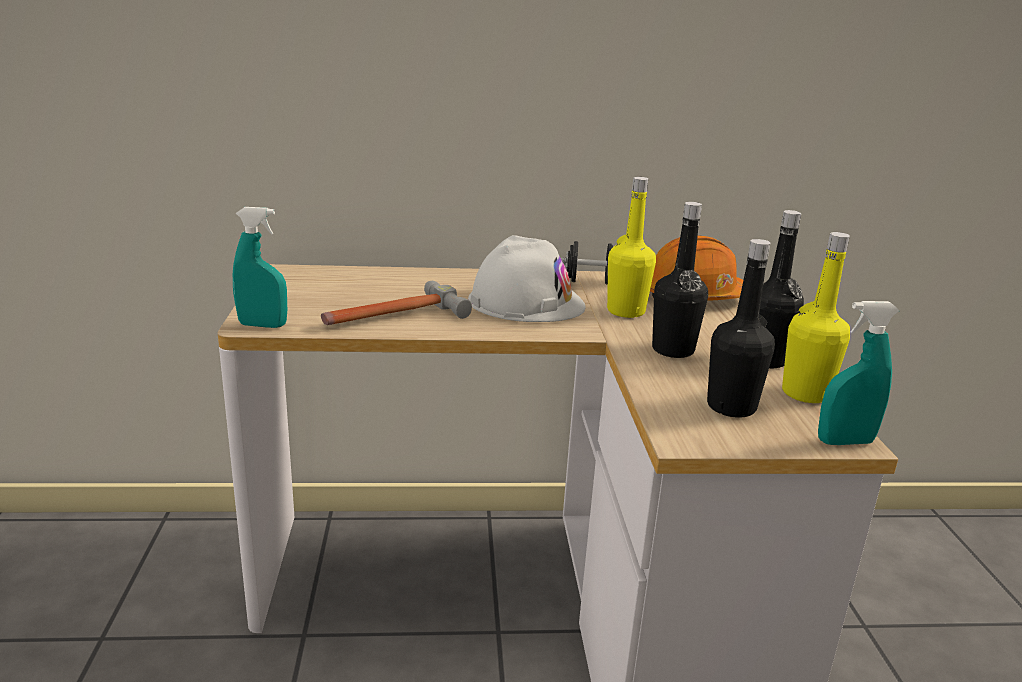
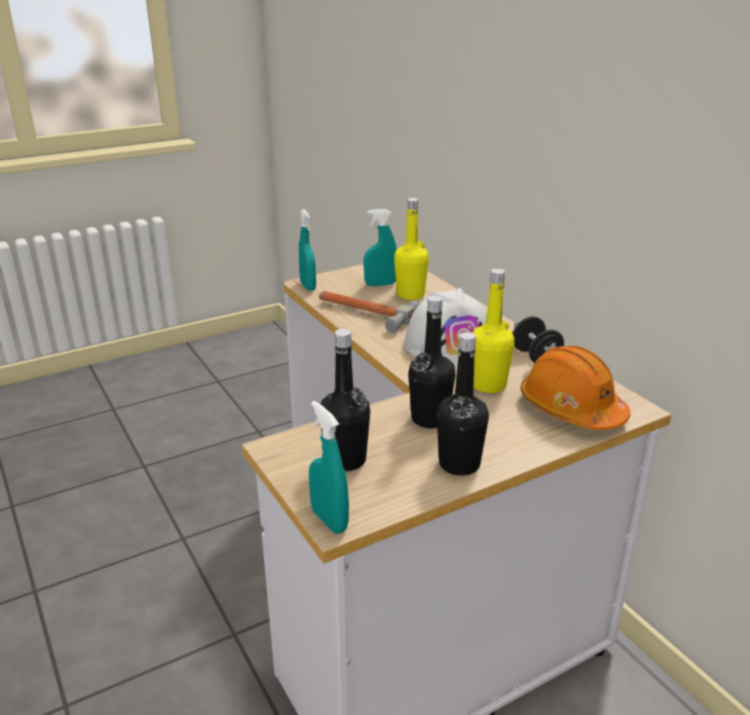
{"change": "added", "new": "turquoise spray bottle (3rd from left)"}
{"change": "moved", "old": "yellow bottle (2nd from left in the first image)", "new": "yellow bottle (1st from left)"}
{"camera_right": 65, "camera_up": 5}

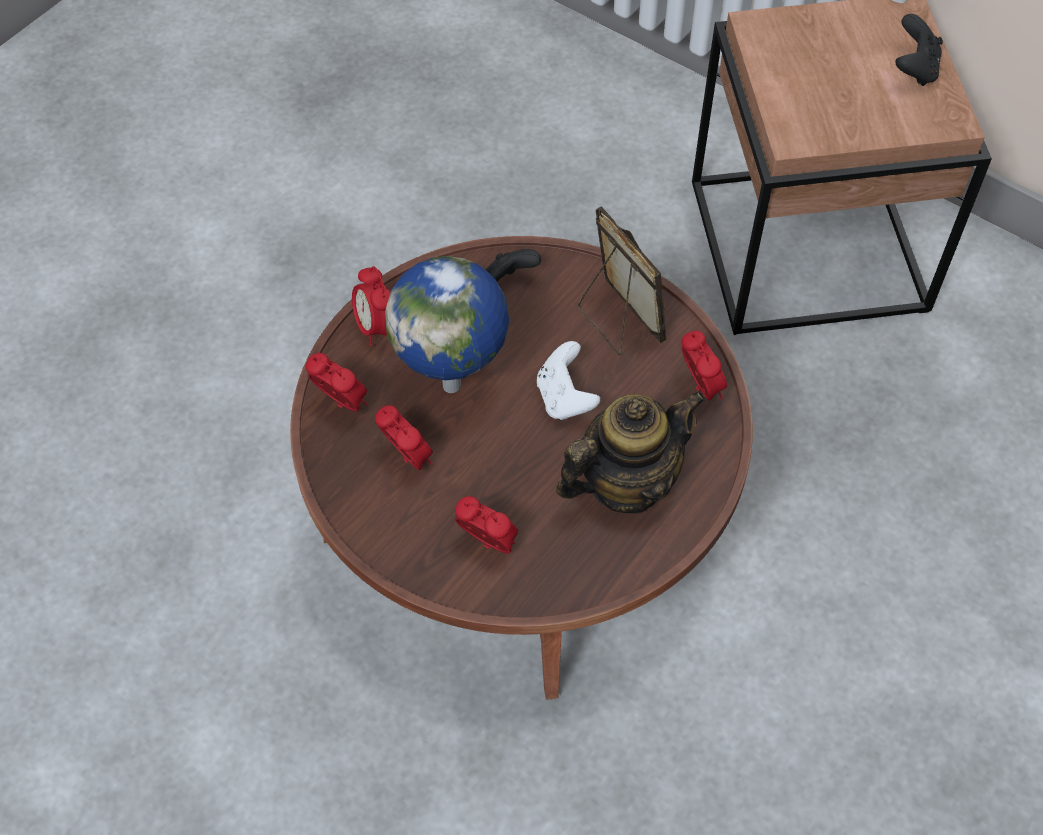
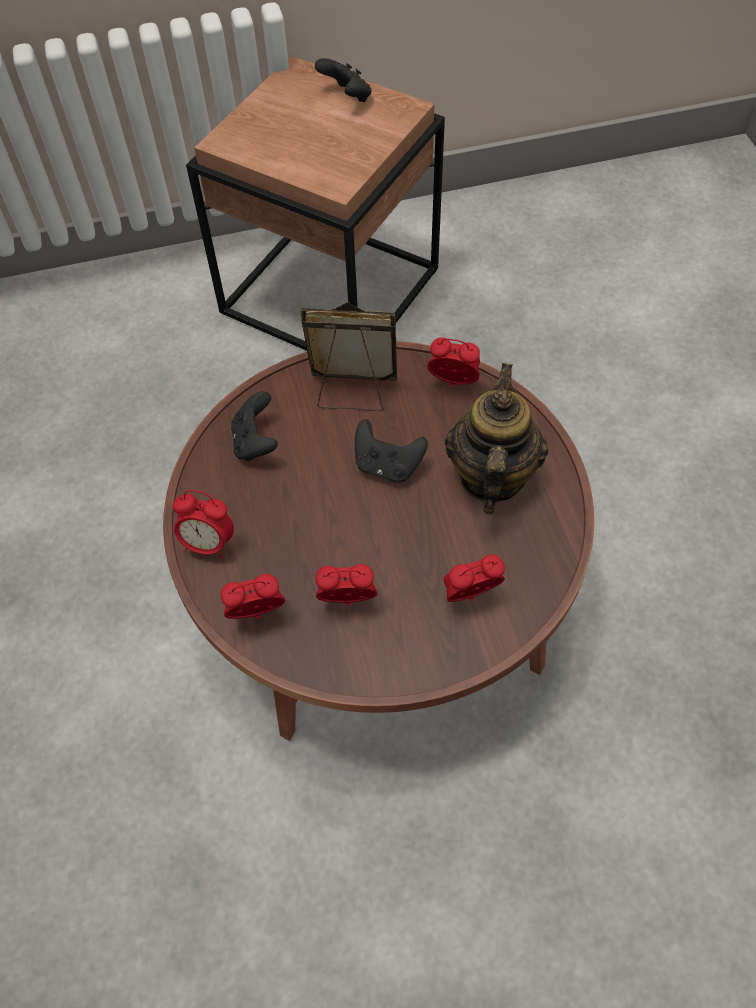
{"change": "removed", "old": "globe"}
{"change": "recoloured", "old": "white game controller", "new": "black game controller (3rd from left)"}
{"camera_right": -50, "camera_up": 0}

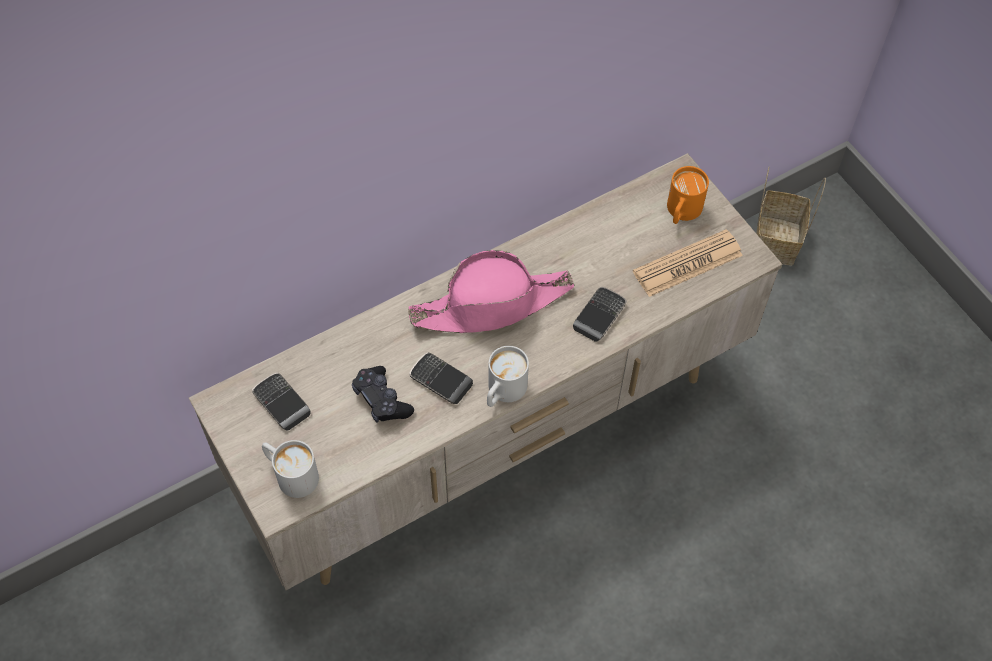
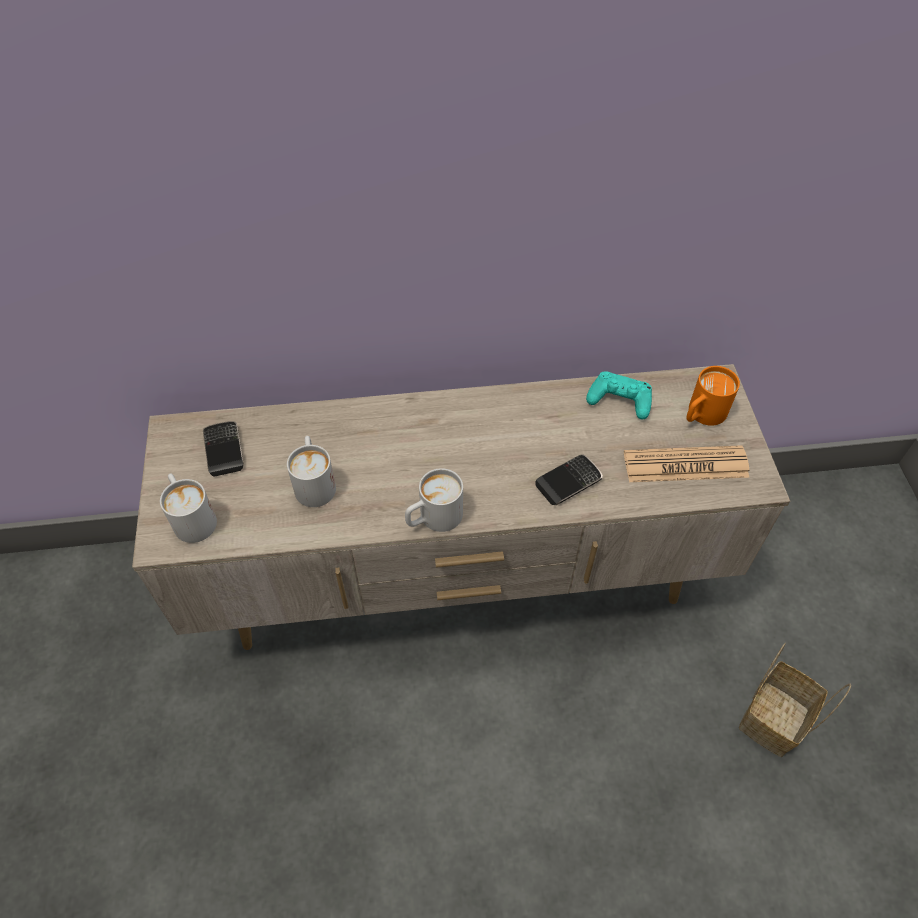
{"change": "removed", "old": "pink hat"}
{"change": "removed", "old": "phone (2nd from left)"}
{"change": "added", "new": "turquoise game controller"}
{"change": "moved", "old": "basket"}
{"change": "replaced", "old": "black game controller", "new": "white mug (2nd from left)"}
{"camera_right": 25, "camera_up": -5}

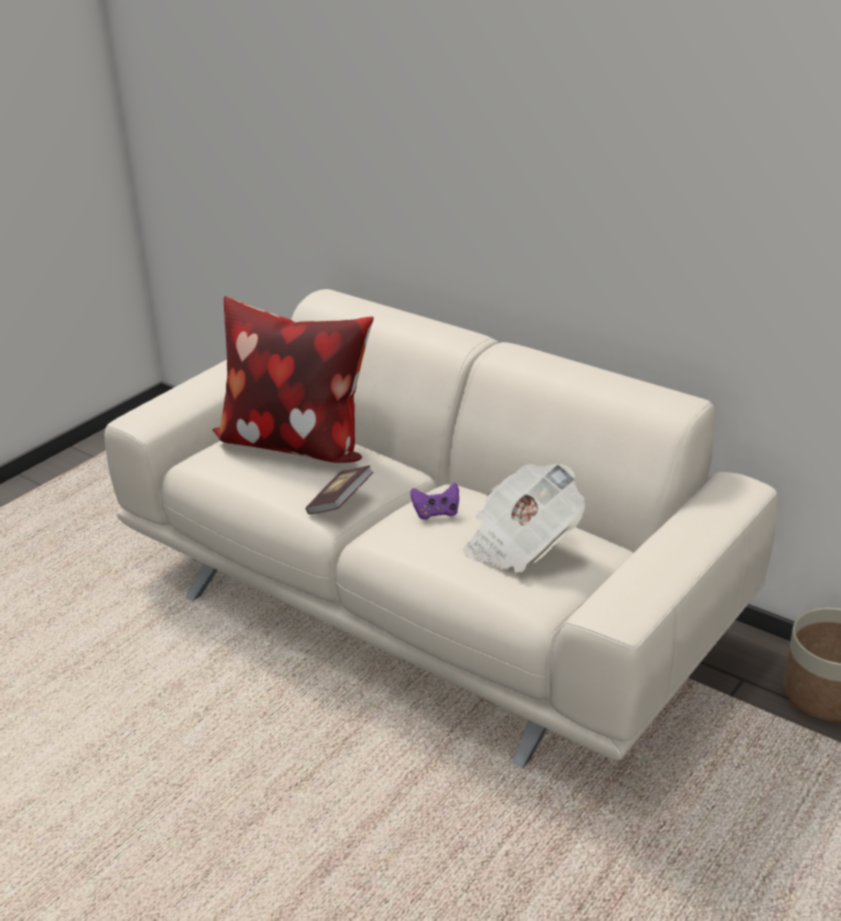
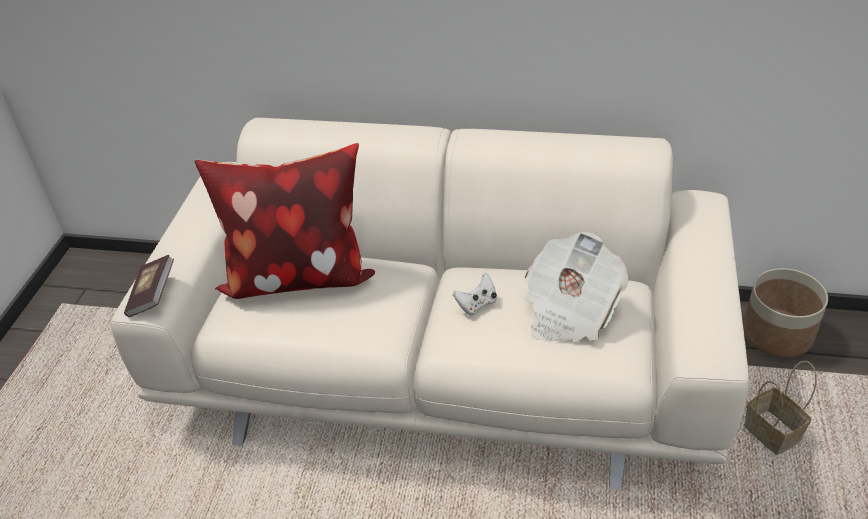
{"change": "added", "new": "basket"}
{"change": "moved", "old": "book"}
{"change": "recoloured", "old": "purple game controller", "new": "white game controller"}
{"camera_right": -25, "camera_up": 10}

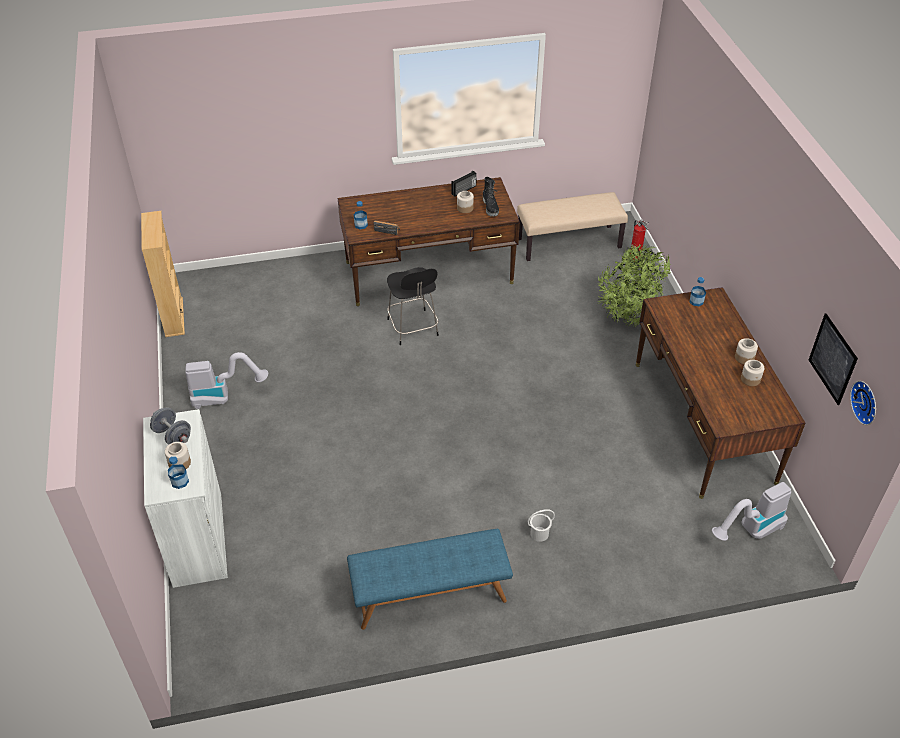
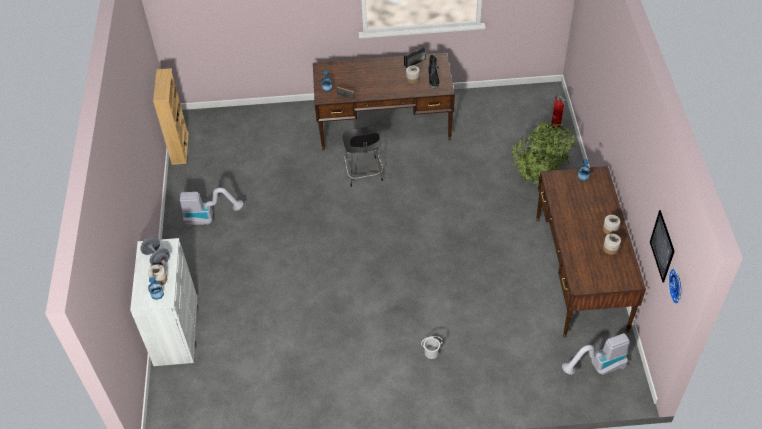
{"change": "removed", "old": "blue bench"}
{"change": "removed", "old": "beige bench"}
{"camera_right": 10, "camera_up": 5}

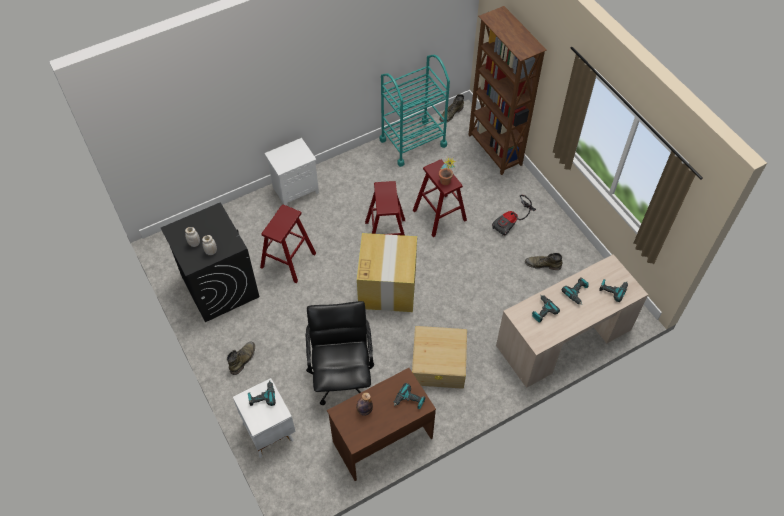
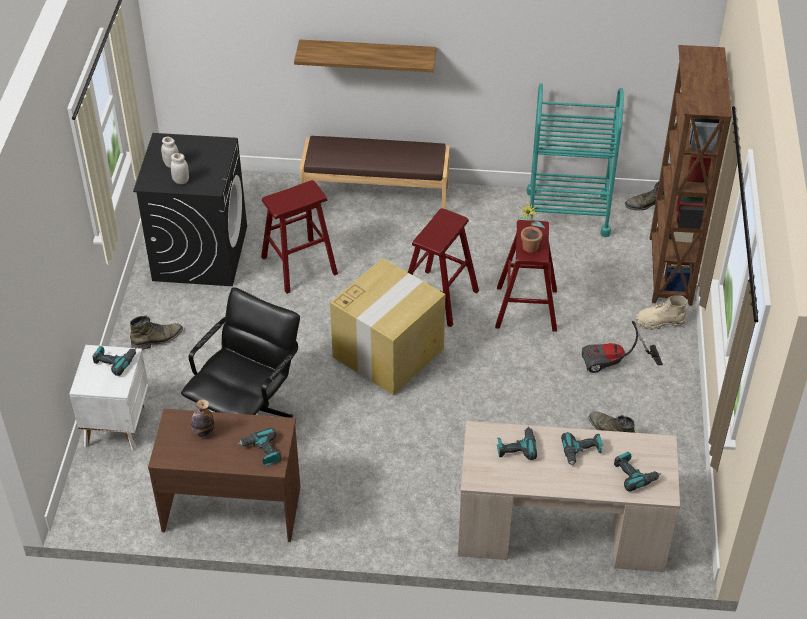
{"change": "removed", "old": "beige storage box"}
{"change": "added", "new": "shelf"}
{"change": "added", "new": "beige boot"}
{"change": "replaced", "old": "white nightstand (2nd from left)", "new": "brown bench"}
{"camera_right": 35, "camera_up": -10}

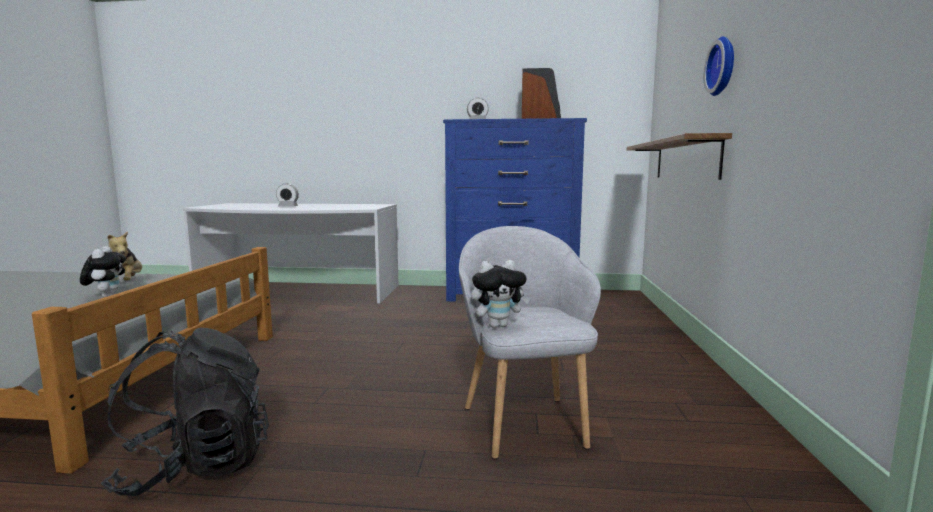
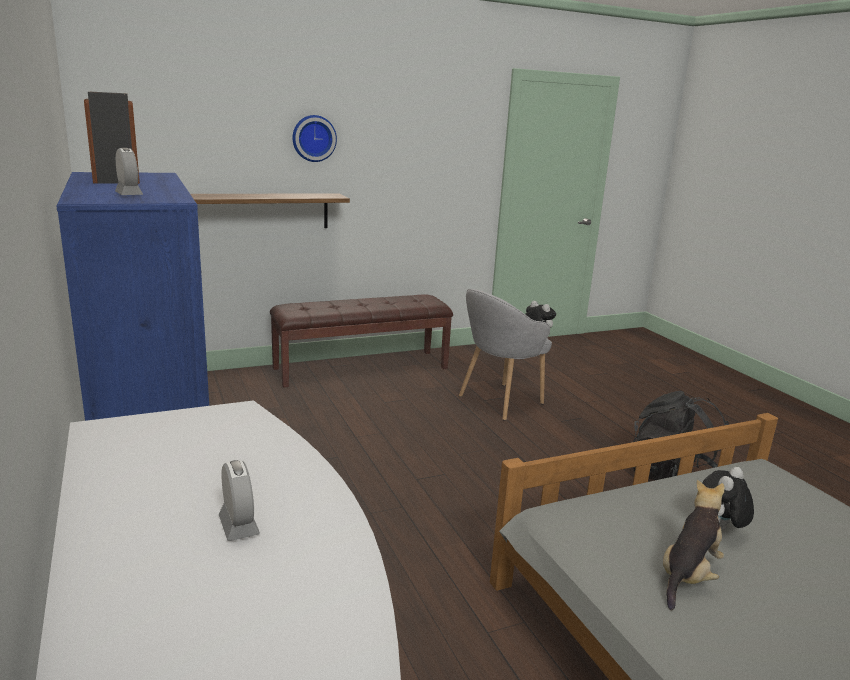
{"change": "added", "new": "brown bench"}
{"camera_right": -120, "camera_up": 10}

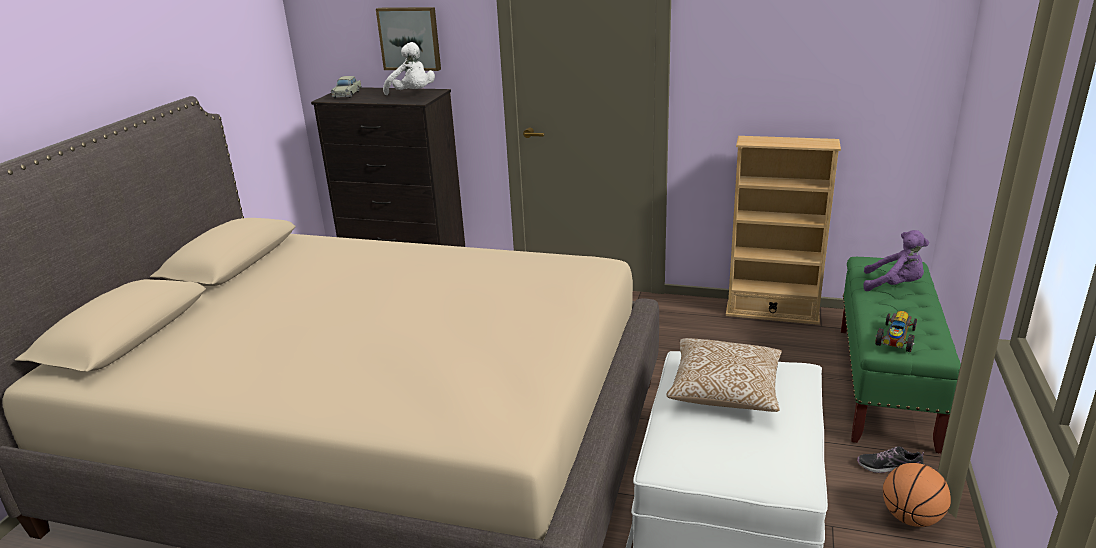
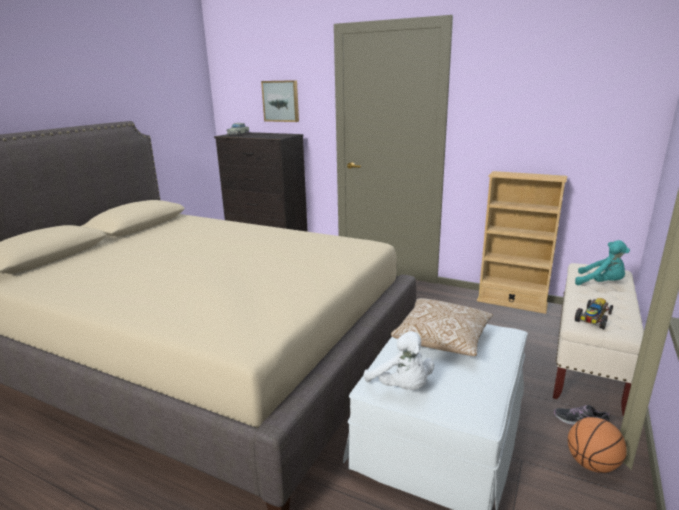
{"change": "moved", "old": "white plush toy"}
{"change": "recoloured", "old": "green bench", "new": "beige bench"}
{"change": "recoloured", "old": "purple plush toy", "new": "turquoise plush toy"}
{"camera_right": 10, "camera_up": -5}

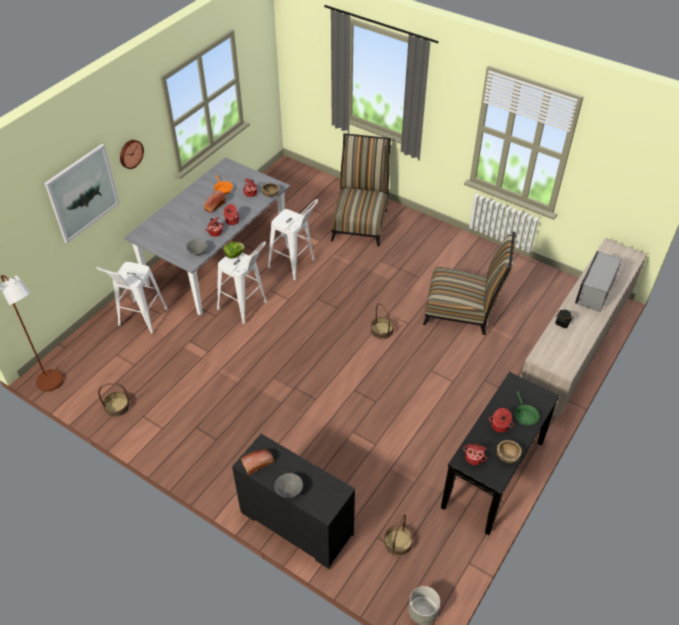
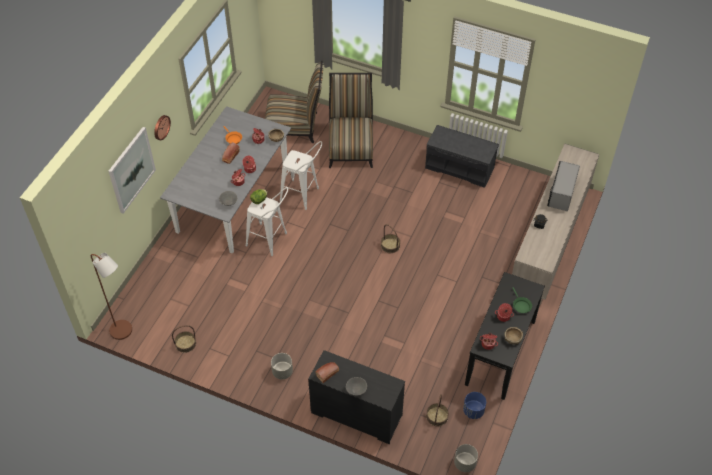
{"change": "removed", "old": "white stool (1st from left)"}
{"change": "added", "new": "grey planter (1st from left)"}
{"change": "added", "new": "grey bench"}
{"change": "added", "new": "blue planter"}
{"change": "moved", "old": "chair (2nd from left in the first image)", "new": "chair (1st from left)"}
{"camera_right": -10, "camera_up": 5}

